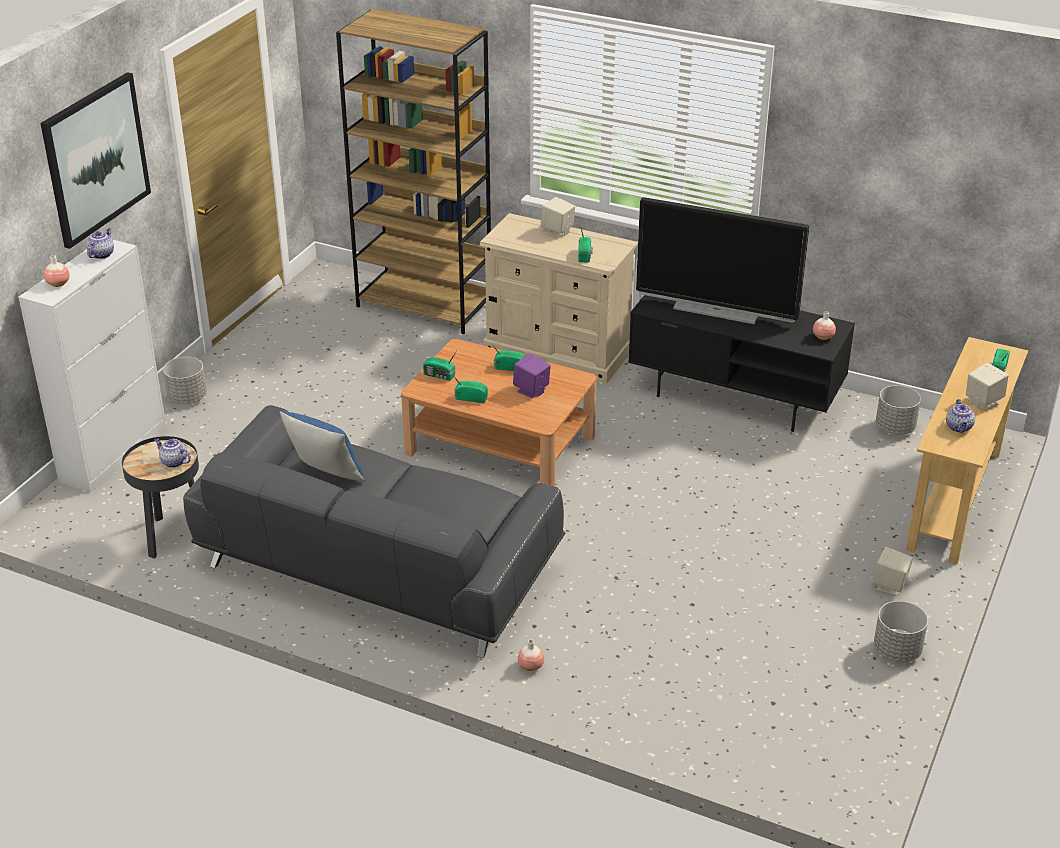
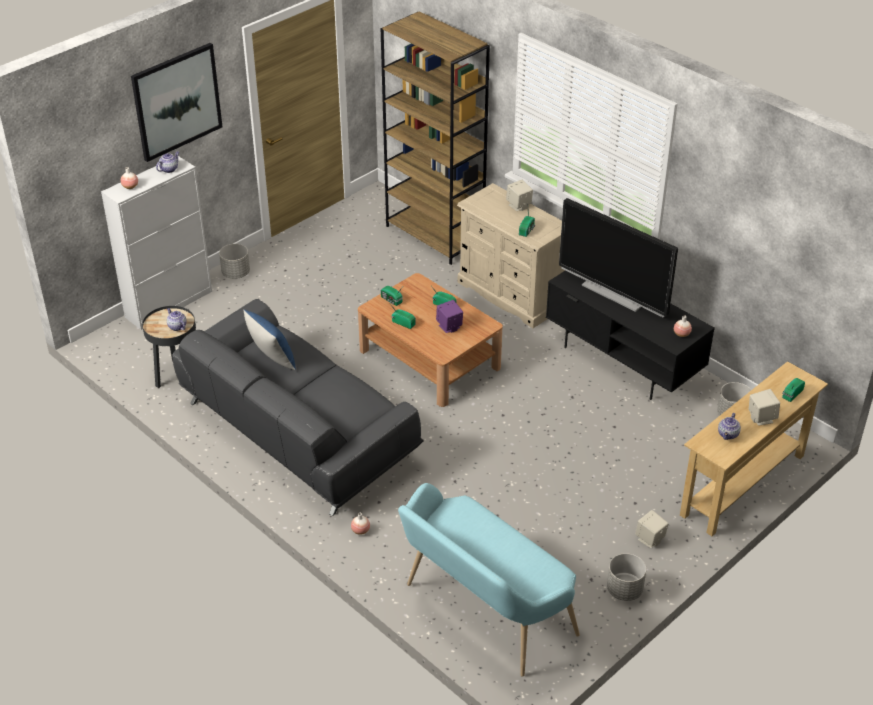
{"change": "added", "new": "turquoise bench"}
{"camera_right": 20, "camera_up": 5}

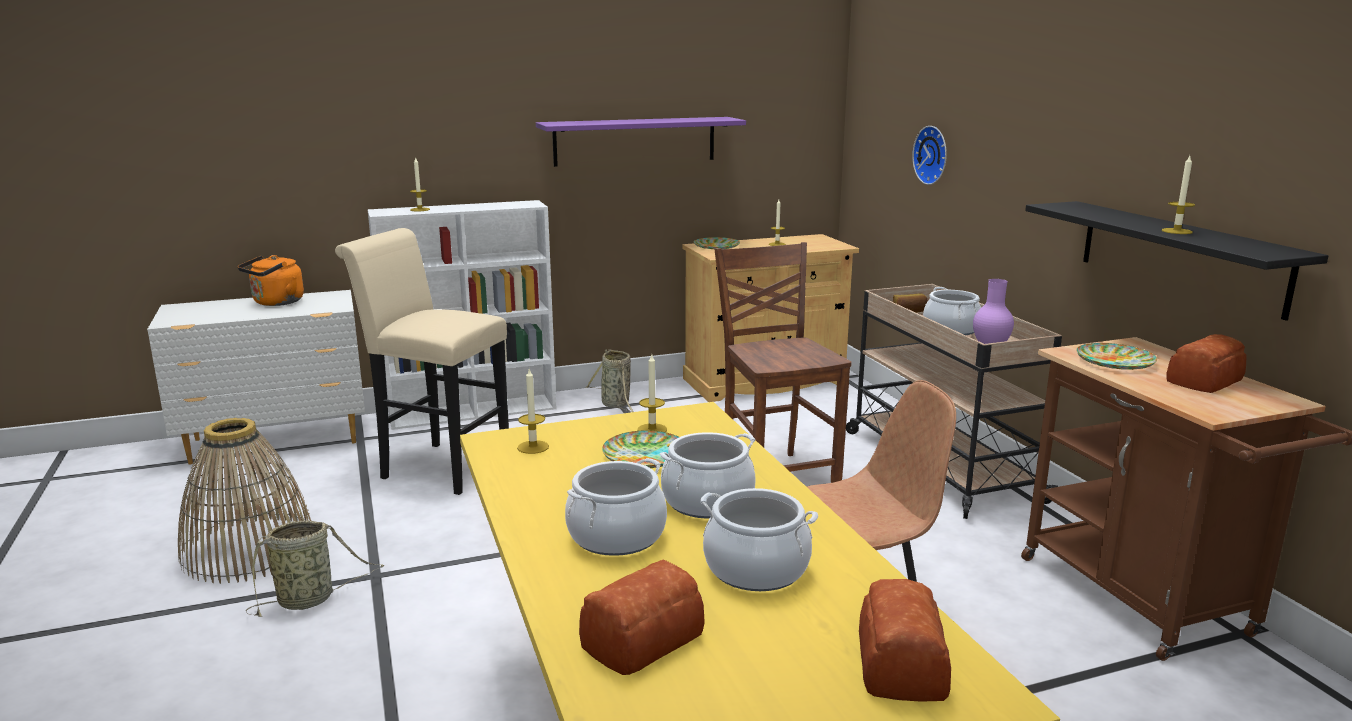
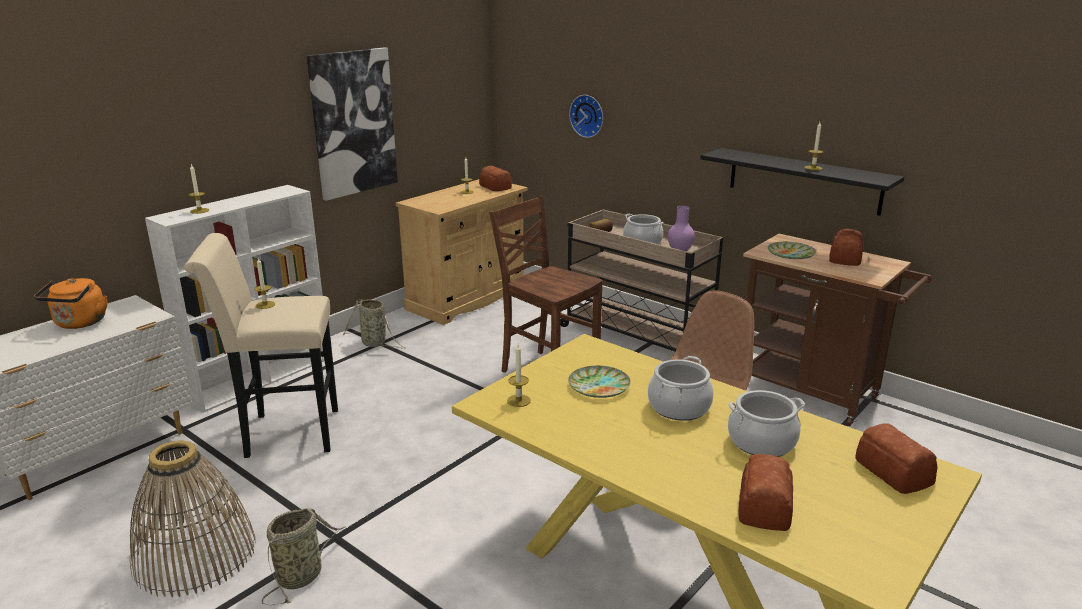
{"change": "removed", "old": "cooking pot (1st from left)"}
{"change": "removed", "old": "plate (2nd from left)"}
{"change": "added", "new": "bread (1st from left)"}
{"change": "moved", "old": "candle (3rd from left in the first image)", "new": "candle (2nd from left)"}
{"change": "replaced", "old": "purple shelf", "new": "picture"}
{"camera_right": -30, "camera_up": 5}

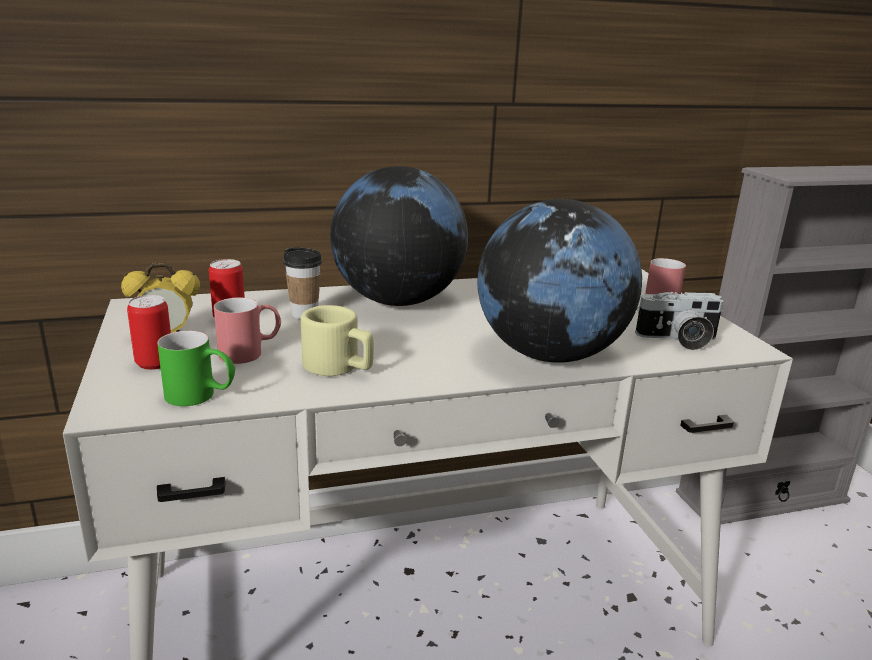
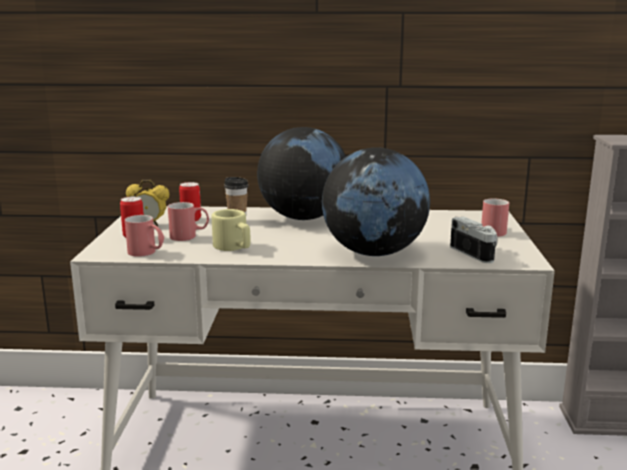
{"change": "recoloured", "old": "green mug", "new": "red mug (1st from left)"}
{"change": "turned", "old": "photo camera", "degrees": -135}
{"camera_right": 20, "camera_up": -5}

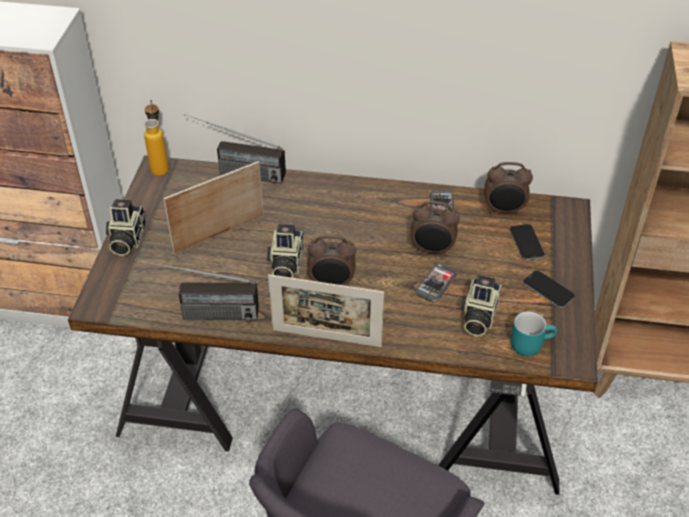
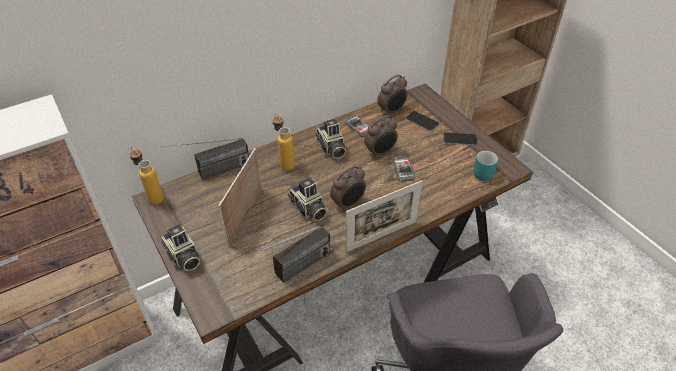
{"change": "added", "new": "bottle (2nd from left)"}
{"change": "moved", "old": "photo camera (3rd from left)"}
{"camera_right": -40, "camera_up": 0}

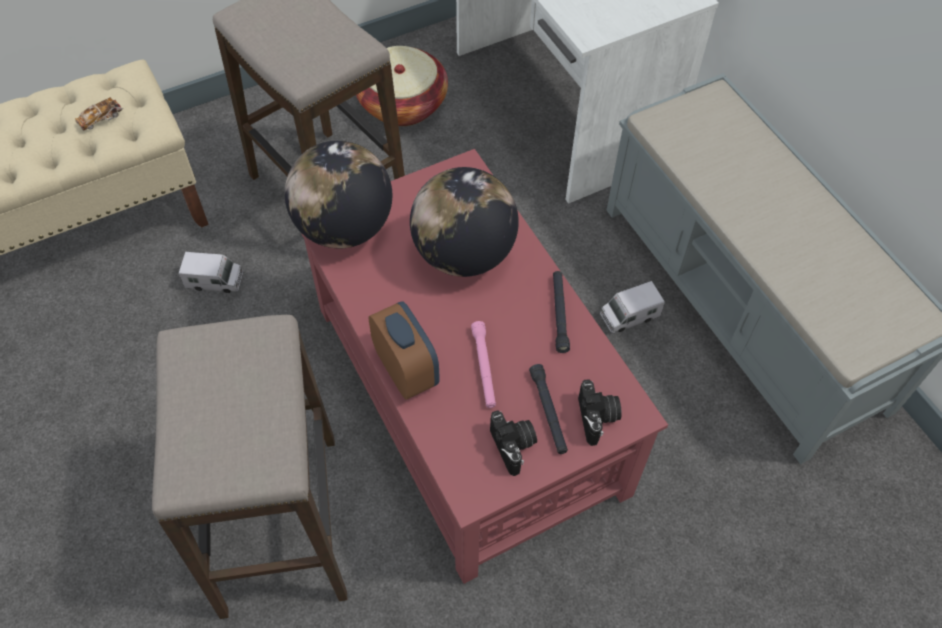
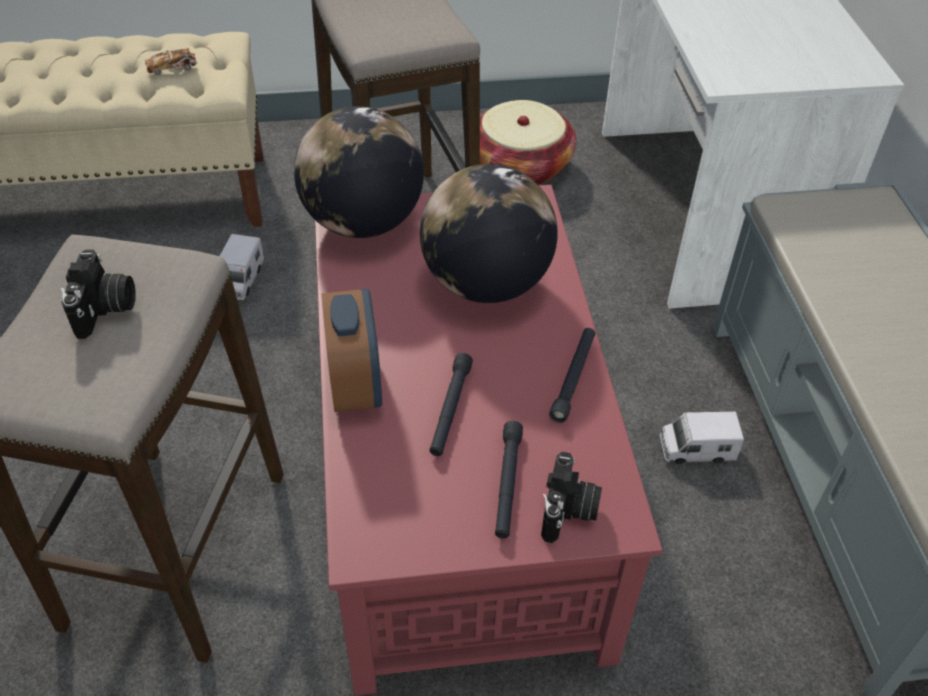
{"change": "moved", "old": "photo camera (1st from left)"}
{"change": "recoloured", "old": "pink flashlight", "new": "black flashlight (1st from left)"}
{"change": "turned", "old": "toy truck (1st from left)", "degrees": 75}
{"camera_right": 20, "camera_up": -10}

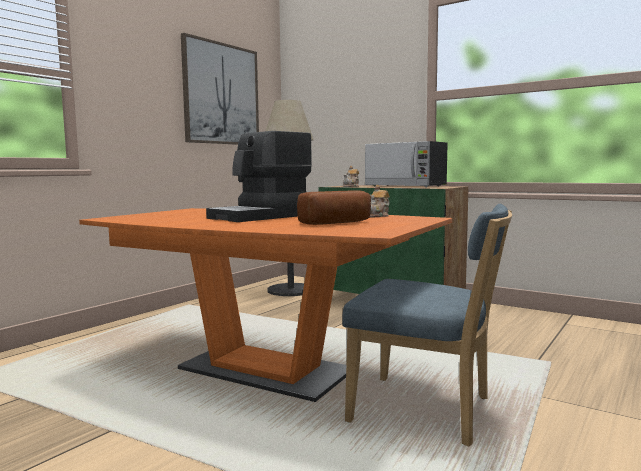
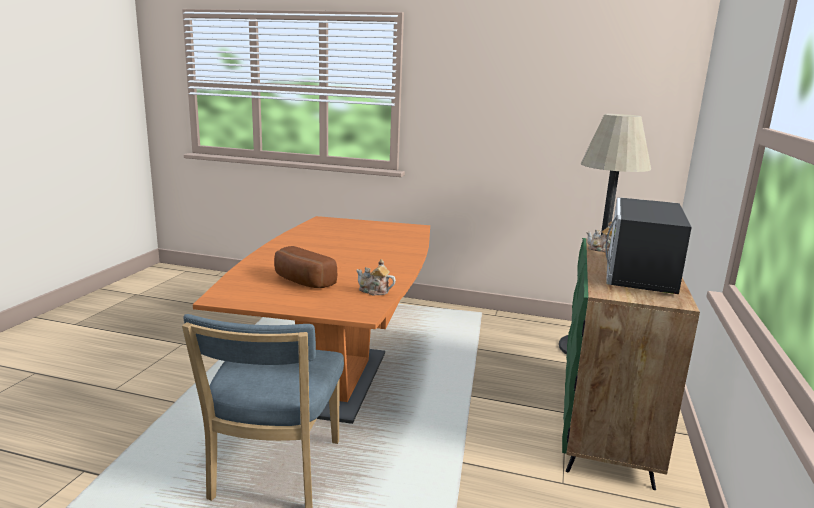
{"change": "removed", "old": "picture"}
{"change": "removed", "old": "coffee machine"}
{"camera_right": 70, "camera_up": 10}

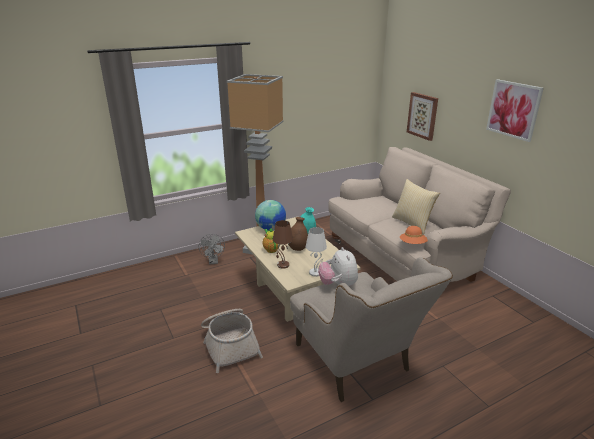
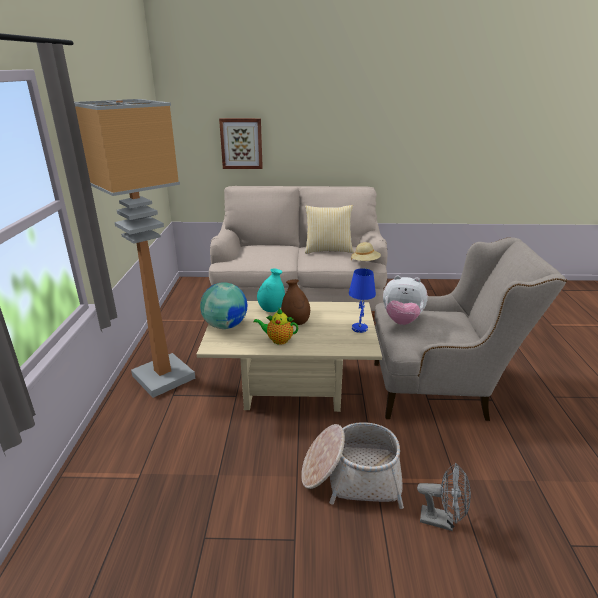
{"change": "removed", "old": "brown table lamp"}
{"change": "removed", "old": "picture (2nd from left)"}
{"change": "moved", "old": "grey fan"}
{"change": "recoloured", "old": "white table lamp", "new": "blue table lamp"}
{"change": "recoloured", "old": "orange hat", "new": "beige hat"}
{"camera_right": -60, "camera_up": 0}

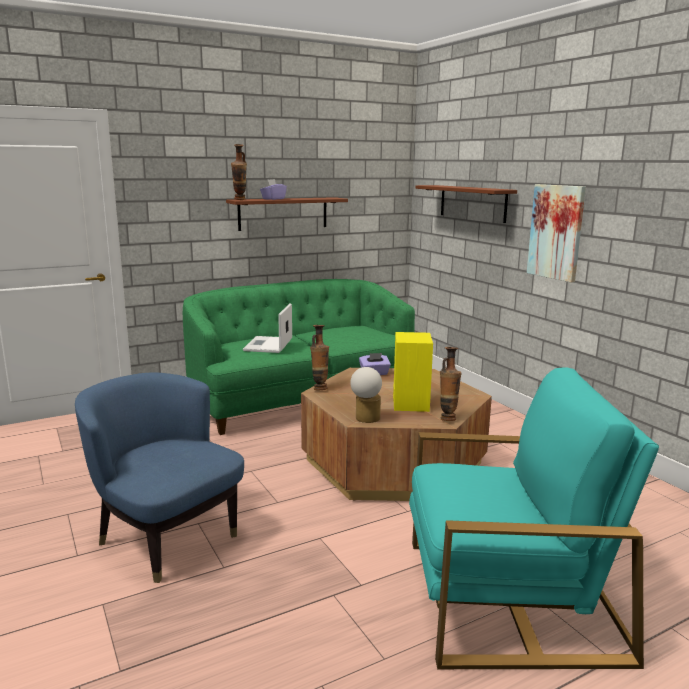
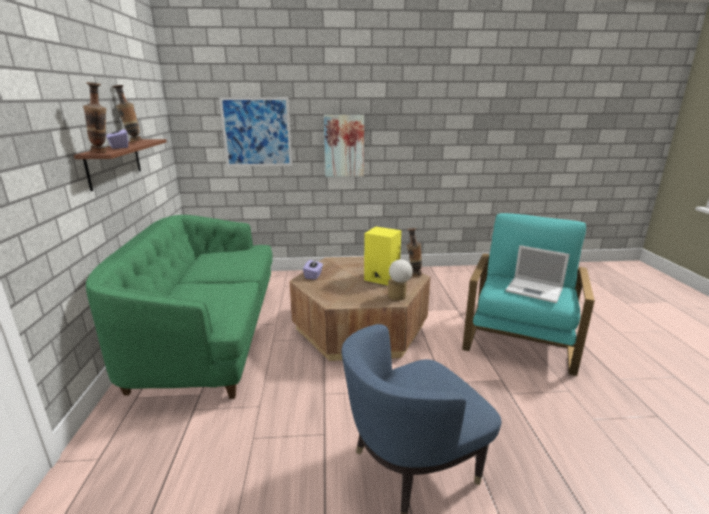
{"change": "moved", "old": "laptop"}
{"change": "moved", "old": "vase (2nd from left)"}
{"change": "replaced", "old": "brown shelf (2nd from left)", "new": "picture (1st from left)"}
{"camera_right": -65, "camera_up": 5}

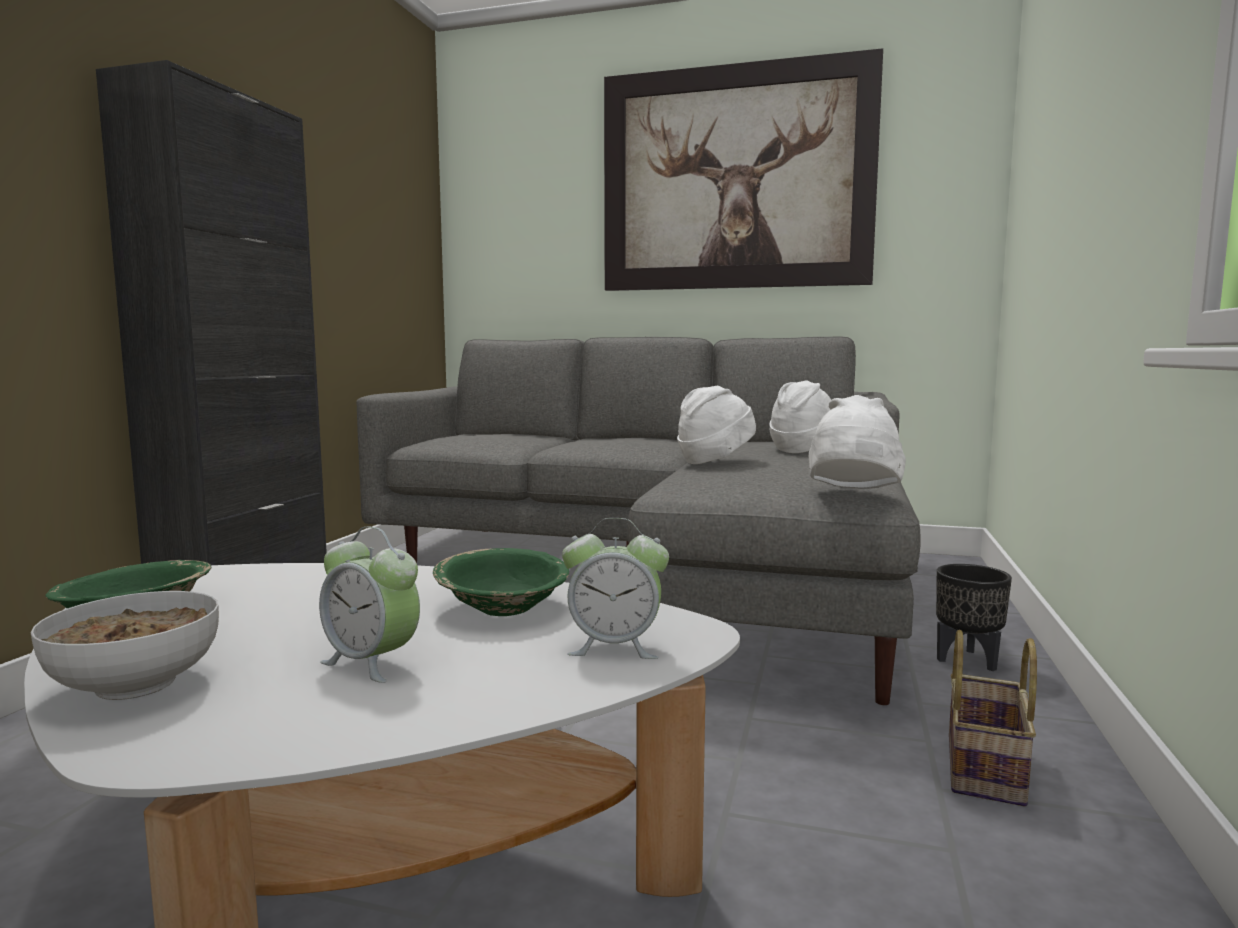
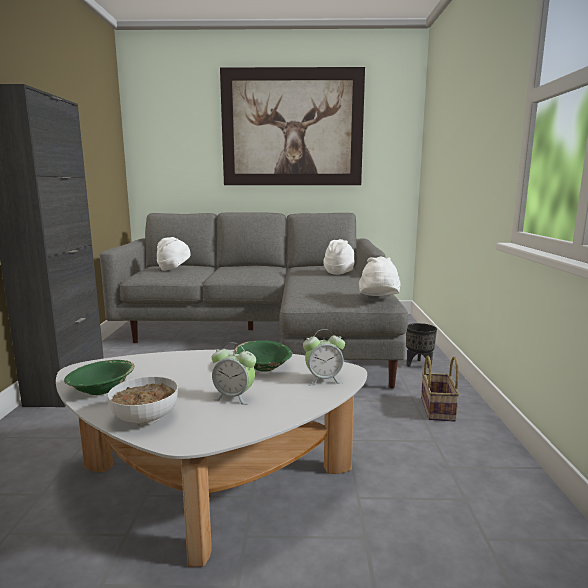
{"change": "moved", "old": "white hat (1st from left)"}
{"camera_right": -15, "camera_up": 5}

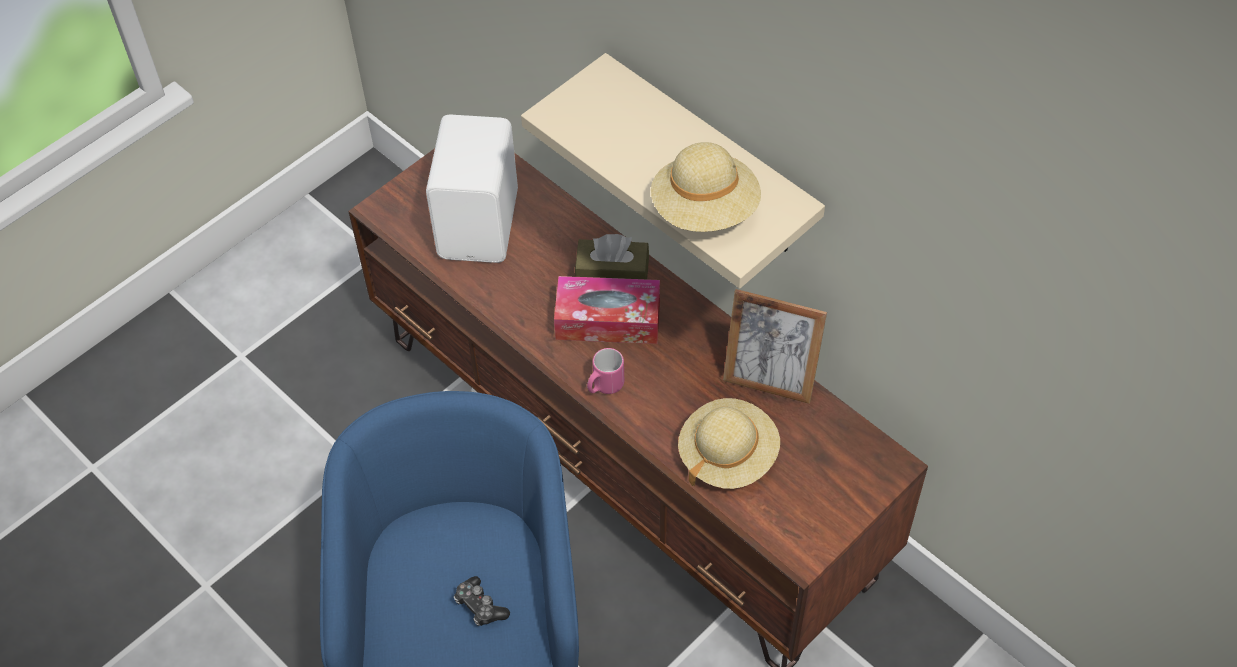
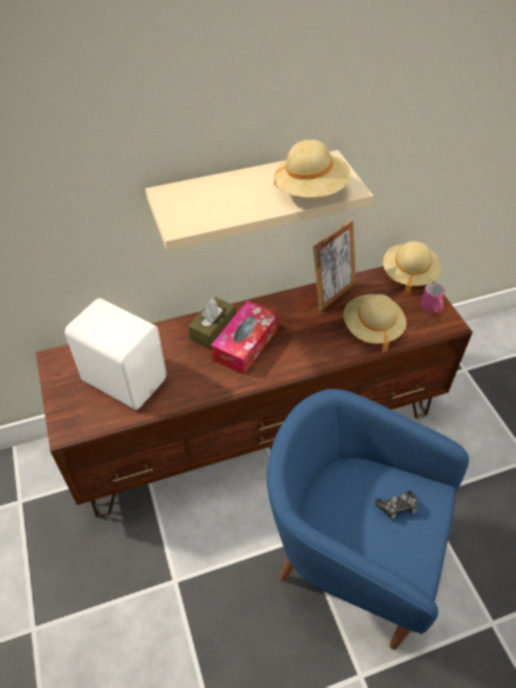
{"change": "added", "new": "beige hat (3rd from left)"}
{"change": "moved", "old": "pink mug"}
{"camera_right": -65, "camera_up": -5}

